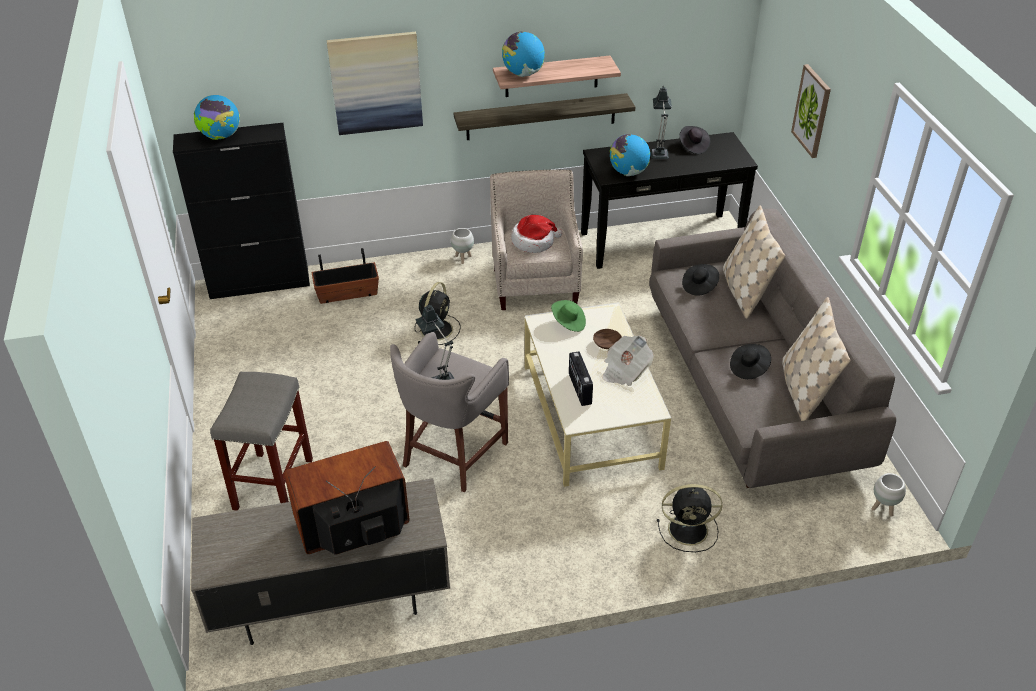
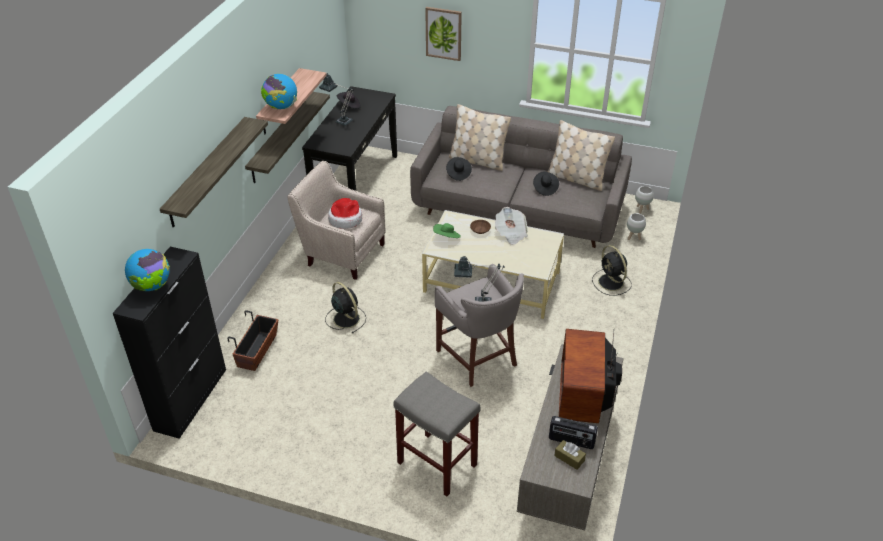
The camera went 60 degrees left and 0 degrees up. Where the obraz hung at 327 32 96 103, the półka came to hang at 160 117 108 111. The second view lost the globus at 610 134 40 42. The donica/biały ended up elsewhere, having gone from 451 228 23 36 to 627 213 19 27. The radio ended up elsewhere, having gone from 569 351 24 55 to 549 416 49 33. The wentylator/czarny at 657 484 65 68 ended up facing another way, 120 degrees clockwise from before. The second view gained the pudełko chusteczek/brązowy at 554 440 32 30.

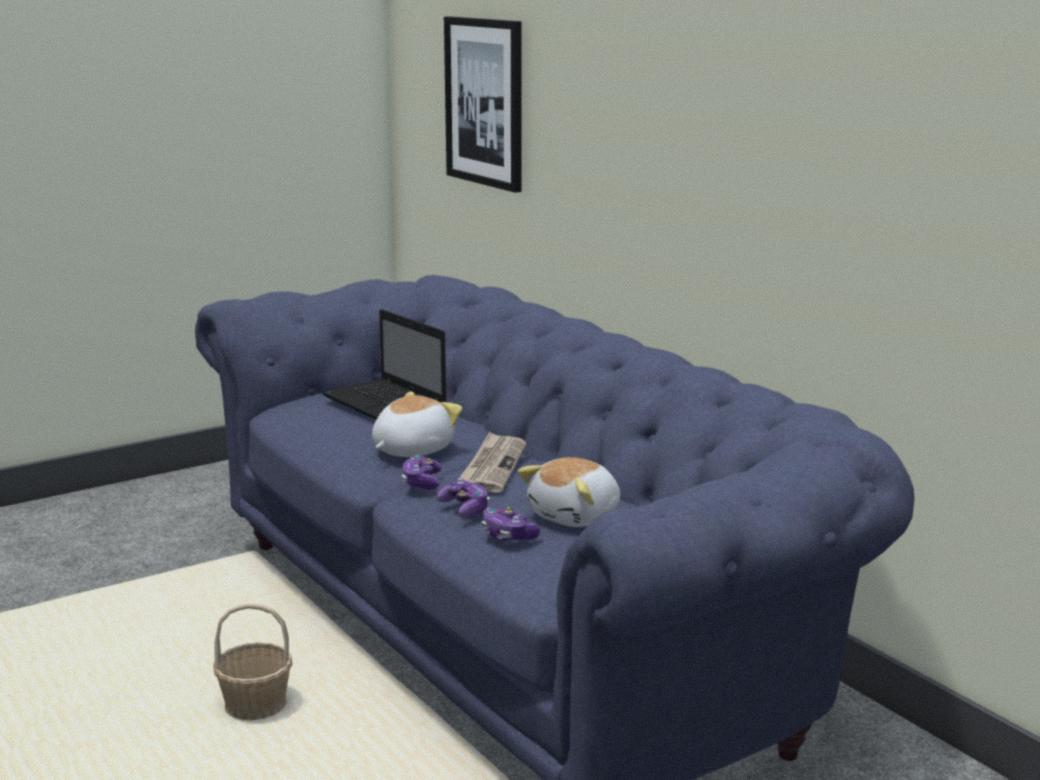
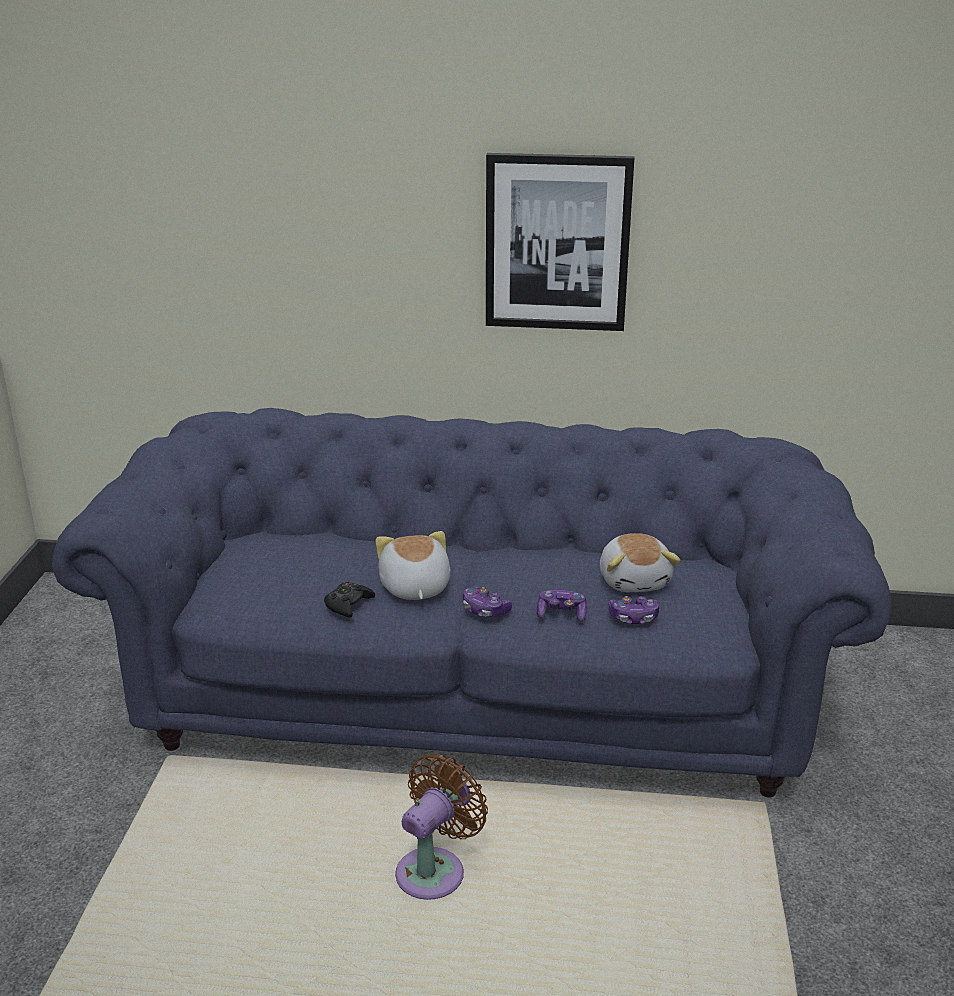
The camera went 50 degrees left and 10 degrees up. The obraz ended up elsewhere, having gone from 444 16 78 177 to 486 153 148 178. The second view lost the laptop at 322 309 124 111. The second view lost the gazeta at 459 432 68 61. Where the koszyk stood at 213 603 80 117, the wentylator/brązowy came to stand at 395 754 93 146. The second view gained the pad do gier/czarny at 324 582 51 35.

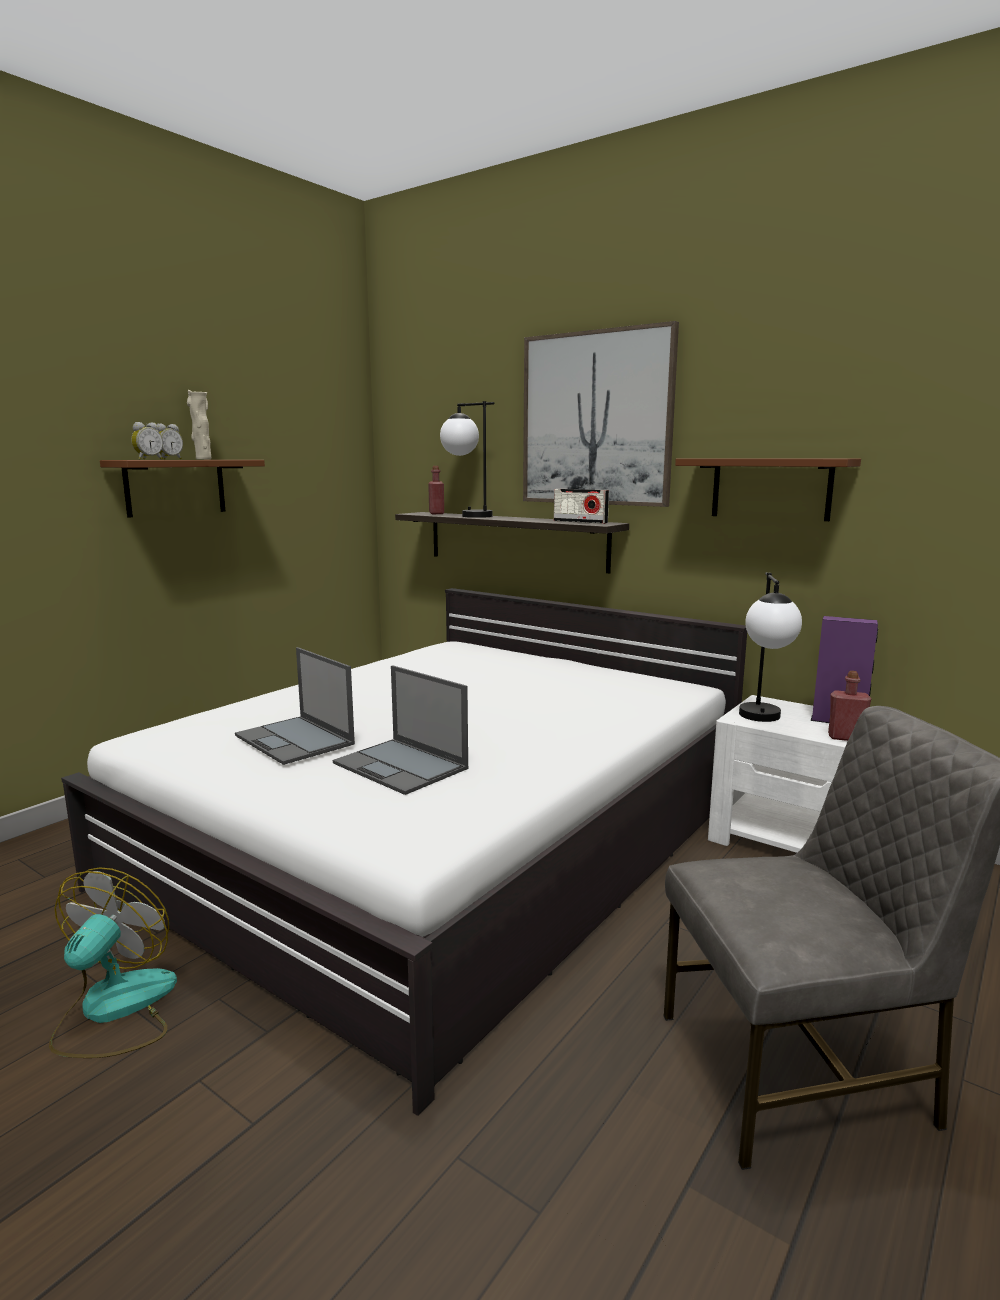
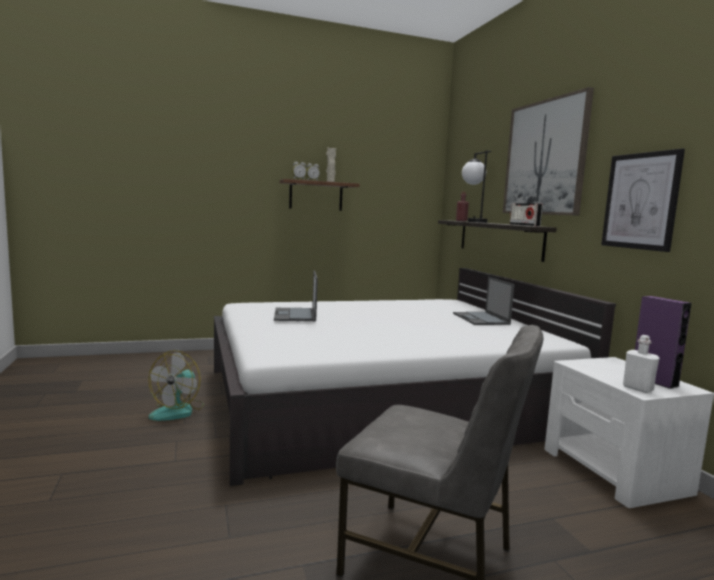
The camera went 35 degrees right and 5 degrees down. Where the półka/brązowy hung at 675 458 186 63, the obraz came to hang at 601 148 84 104. The second view lost the lampa stołowa at 739 572 63 150. The laptop ended up elsewhere, having gone from 333 665 135 130 to 453 277 61 48. What was the butelka/czerwony at 828 671 43 70 turned into the butelka/biały at 623 335 36 58. The wentylator at 49 867 128 191 ended up facing another way, 150 degrees clockwise from before.

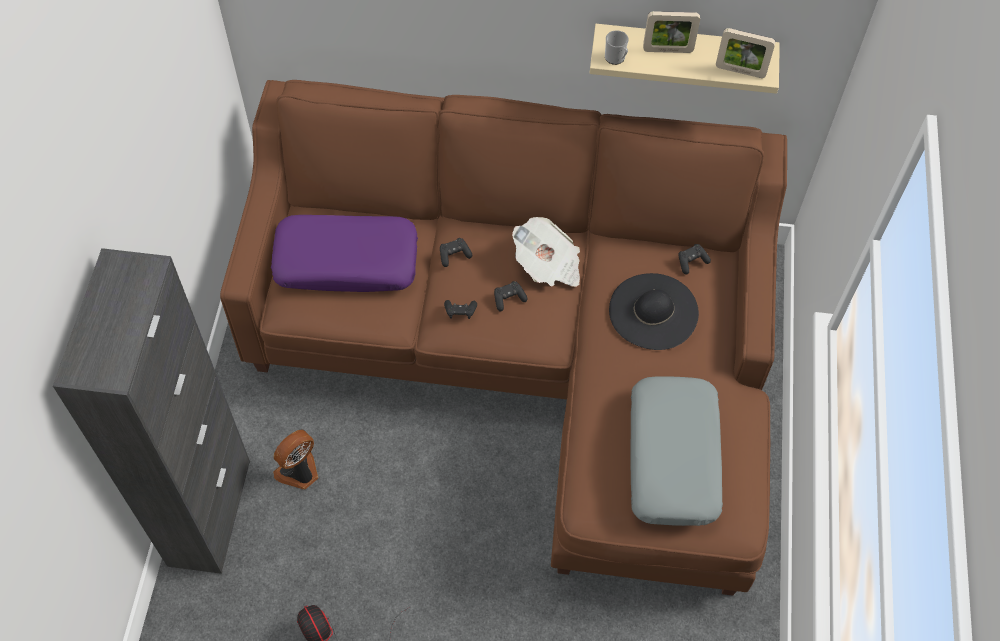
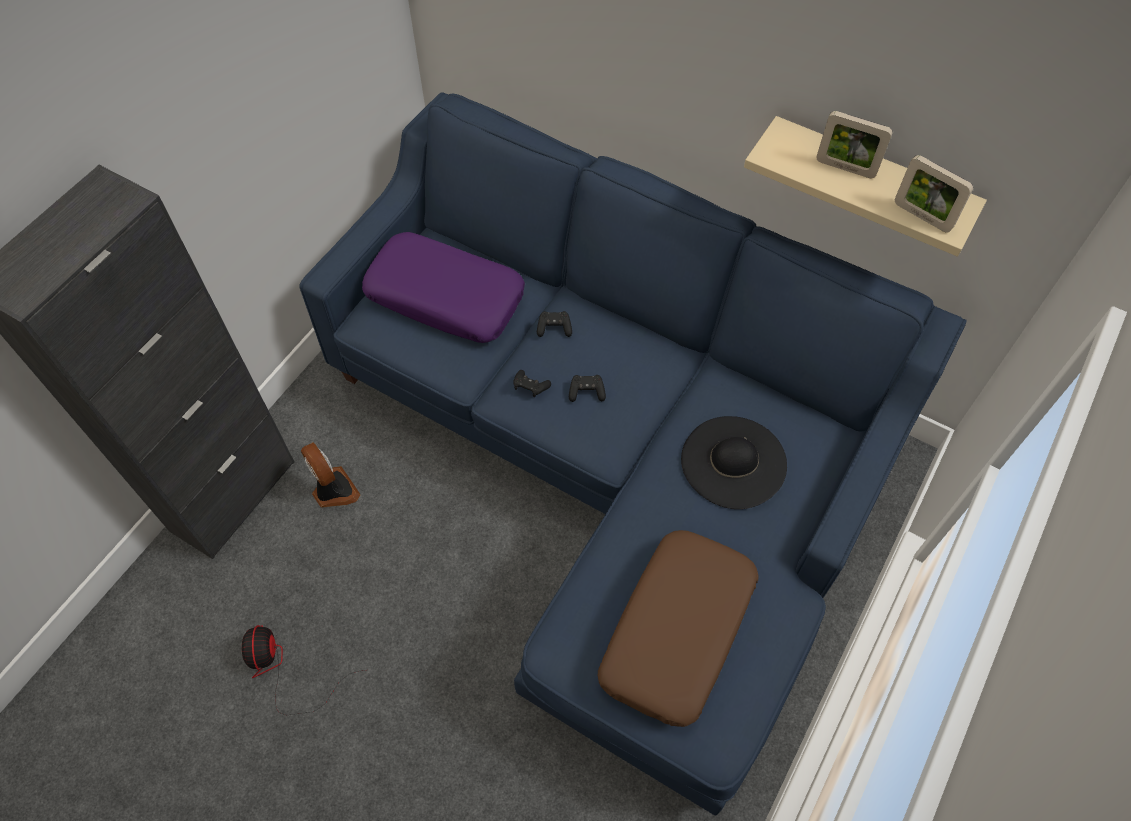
The camera went 25 degrees right and 0 degrees up. The second view lost the kubek at 605 30 24 35. What was the kanapa/brązowy at 220 80 567 516 turned into the kanapa/niebieski at 299 92 668 723. The second view lost the gazeta at 512 217 68 70. The second view lost the pad do gier/czarny at 678 244 33 31. What was the poduszka/szary at 631 377 92 149 turned into the poduszka/brązowy at 597 530 162 197. The wentylator at 273 430 45 60 ended up facing another way, 75 degrees clockwise from before.

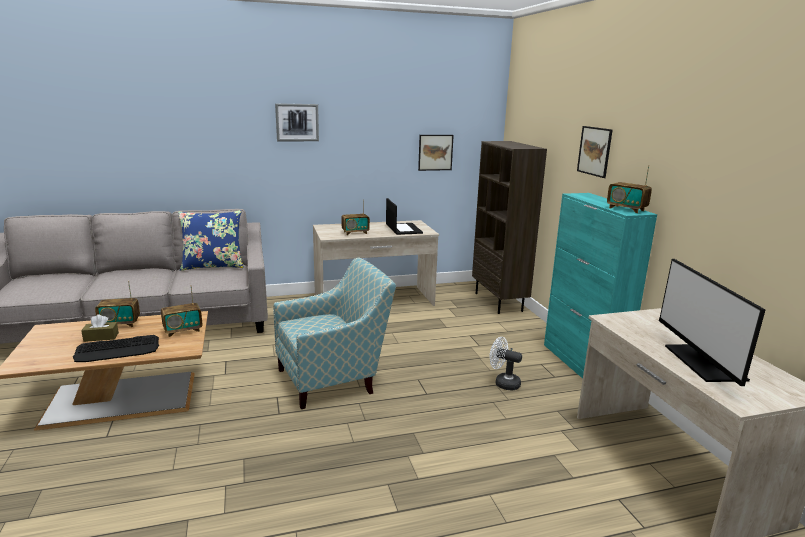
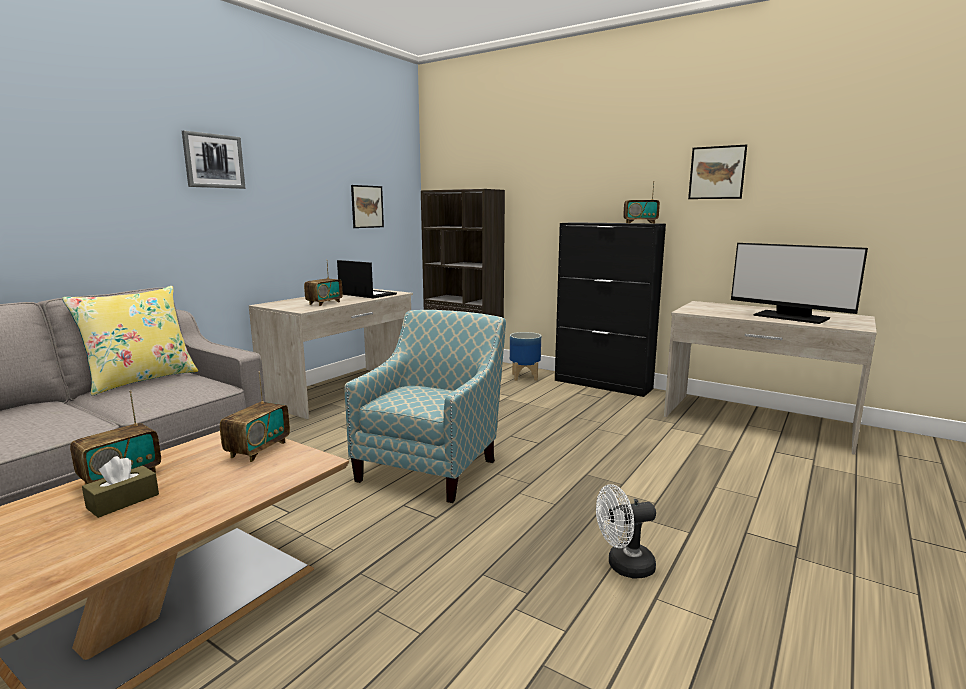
The camera went 40 degrees left and 5 degrees down. The obraz ended up elsewhere, having gone from 577 126 36 52 to 688 145 59 54. What was the szafka/turkusowy at 544 193 113 185 turned into the szafka/czarny at 555 222 111 175. What was the poduszka/niebieski at 178 210 66 61 turned into the poduszka/żółty at 62 286 136 110. The second view lost the klawiatura at 73 335 86 27. The wentylator/biały ended up elsewhere, having gone from 489 337 33 54 to 596 484 60 95. The second view gained the donica at 510 332 31 49.

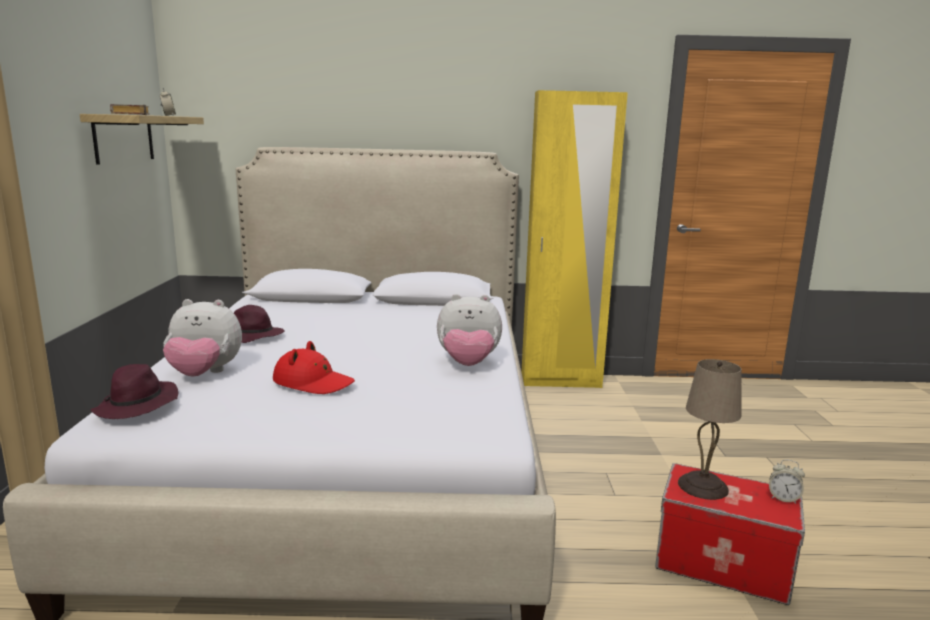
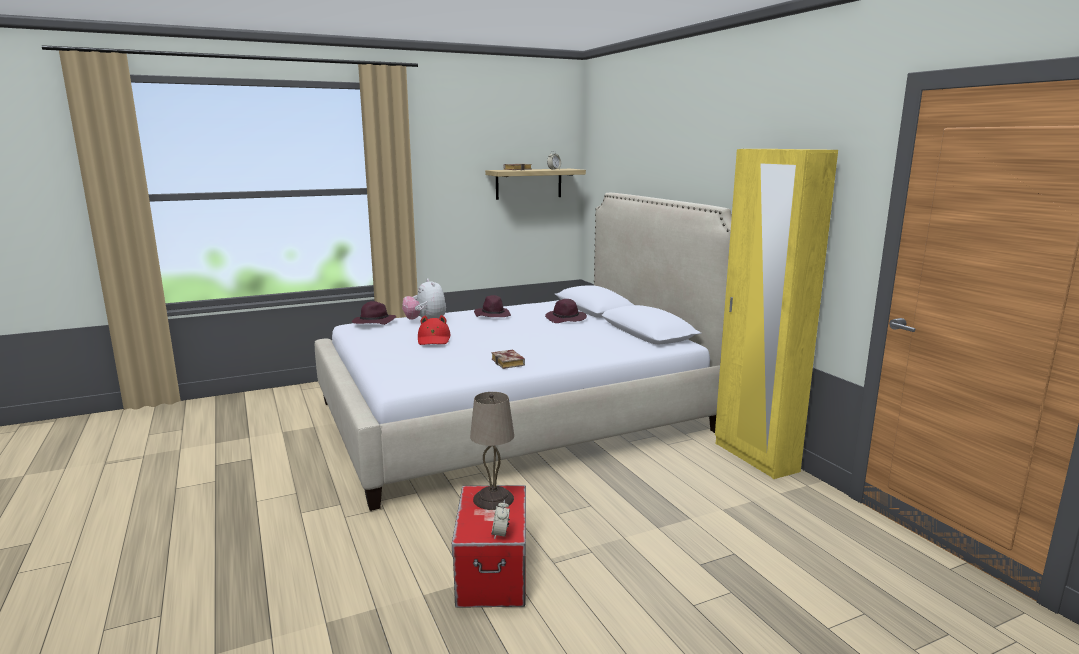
The camera went 65 degrees right and 0 degrees up. Where the pluszak stood at 437 294 65 72, the książka came to stand at 492 350 33 19. The second view gained the kapelusz/fioletowy at 545 299 42 24.

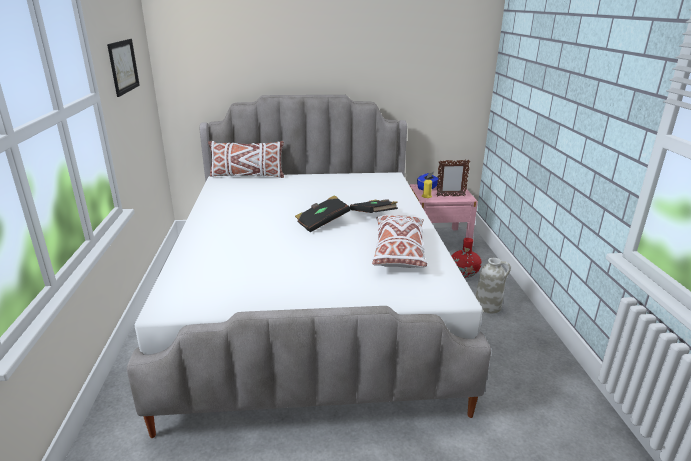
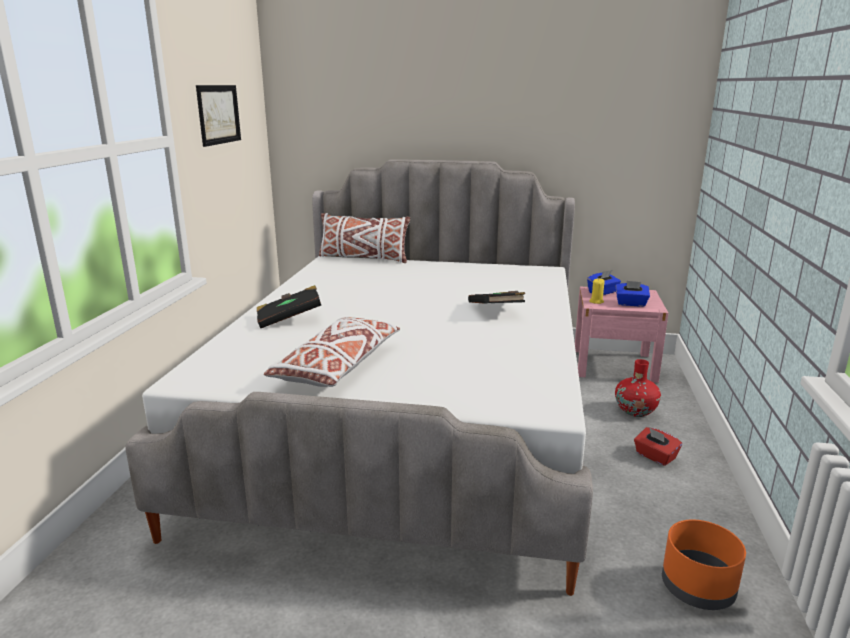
The camera went 15 degrees right and 5 degrees down. Where the ramka na zdjęcie stood at 436 160 34 36, the pudełko chusteczek/niebieski came to stand at 616 281 34 26. The książka/czarny ended up elsewhere, having gone from 295 195 55 37 to 257 285 64 43. The poduszka/biały ended up elsewhere, having gone from 372 215 56 53 to 264 317 136 70. Where the wazon/biały stood at 475 258 36 56, the pudełko chusteczek/czerwony came to stand at 634 427 48 39. The second view gained the donica/pomarańczowy at 662 520 84 90.

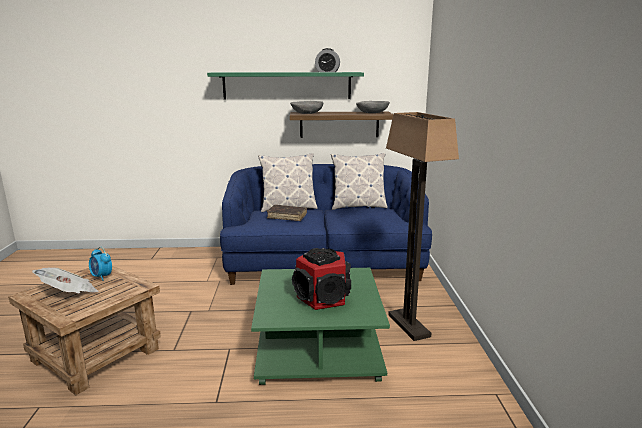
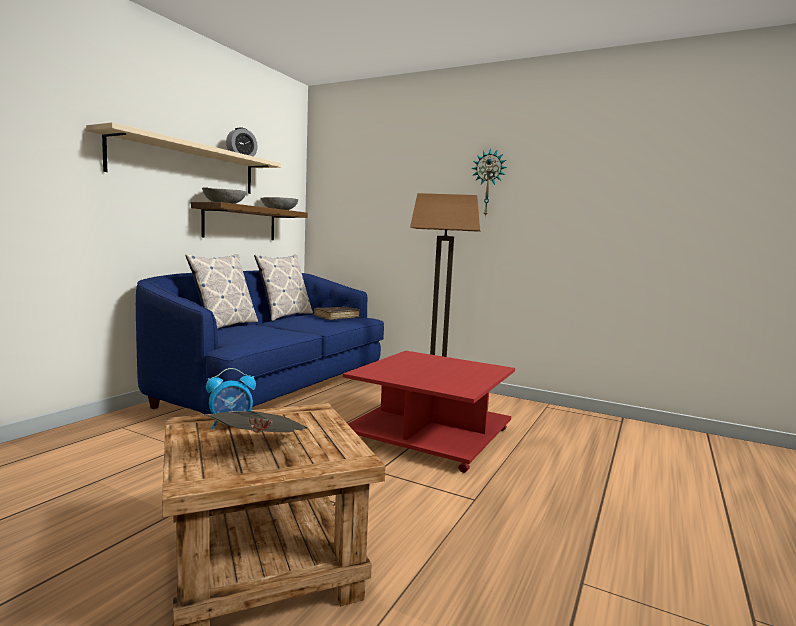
The camera went 60 degrees left and 10 degrees down. What was the półka/zielony at 207 72 157 28 turned into the półka/beżowy at 86 122 195 72. The książka/brązowy ended up elsewhere, having gone from 267 205 40 16 to 314 307 46 13. The second view lost the głośnik at 292 248 59 62. What was the ława/zielony at 251 268 139 117 turned into the ława/czerwony at 343 351 172 122. The second view gained the zegar ścienny at 471 148 36 69.

